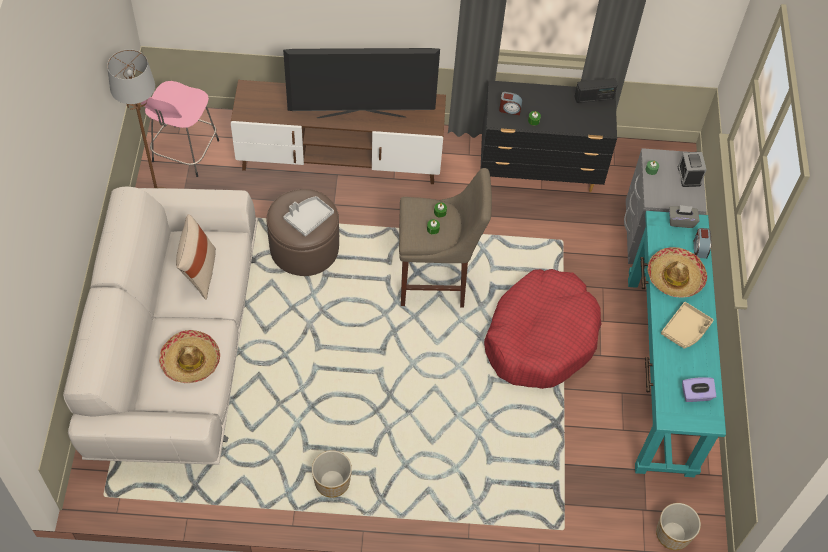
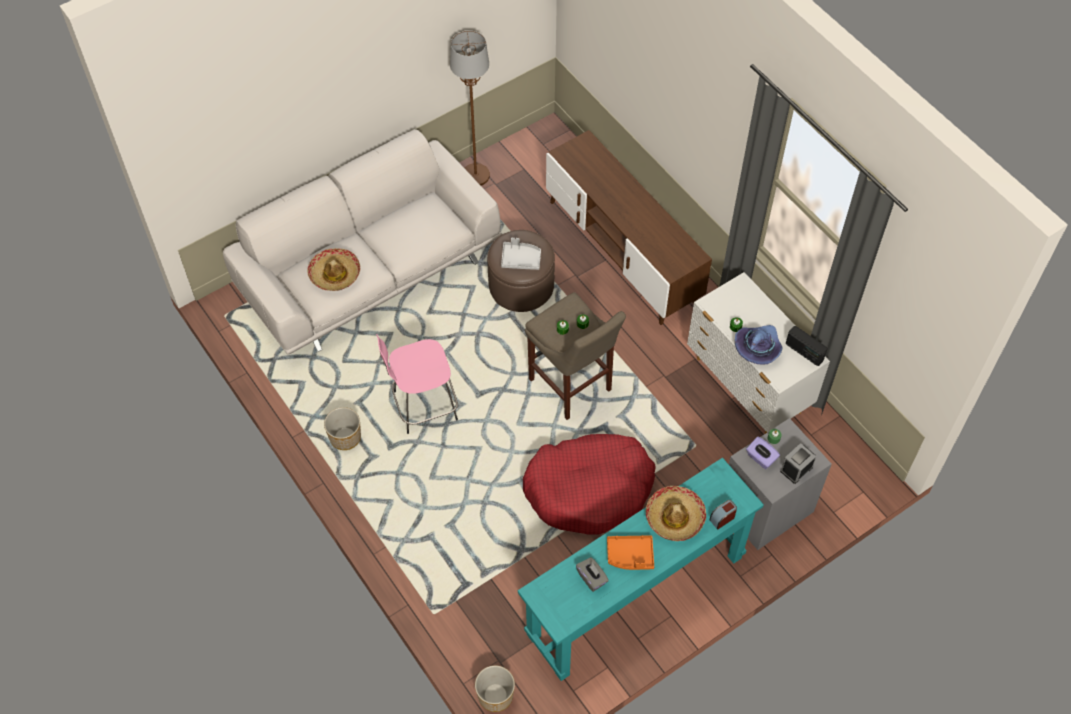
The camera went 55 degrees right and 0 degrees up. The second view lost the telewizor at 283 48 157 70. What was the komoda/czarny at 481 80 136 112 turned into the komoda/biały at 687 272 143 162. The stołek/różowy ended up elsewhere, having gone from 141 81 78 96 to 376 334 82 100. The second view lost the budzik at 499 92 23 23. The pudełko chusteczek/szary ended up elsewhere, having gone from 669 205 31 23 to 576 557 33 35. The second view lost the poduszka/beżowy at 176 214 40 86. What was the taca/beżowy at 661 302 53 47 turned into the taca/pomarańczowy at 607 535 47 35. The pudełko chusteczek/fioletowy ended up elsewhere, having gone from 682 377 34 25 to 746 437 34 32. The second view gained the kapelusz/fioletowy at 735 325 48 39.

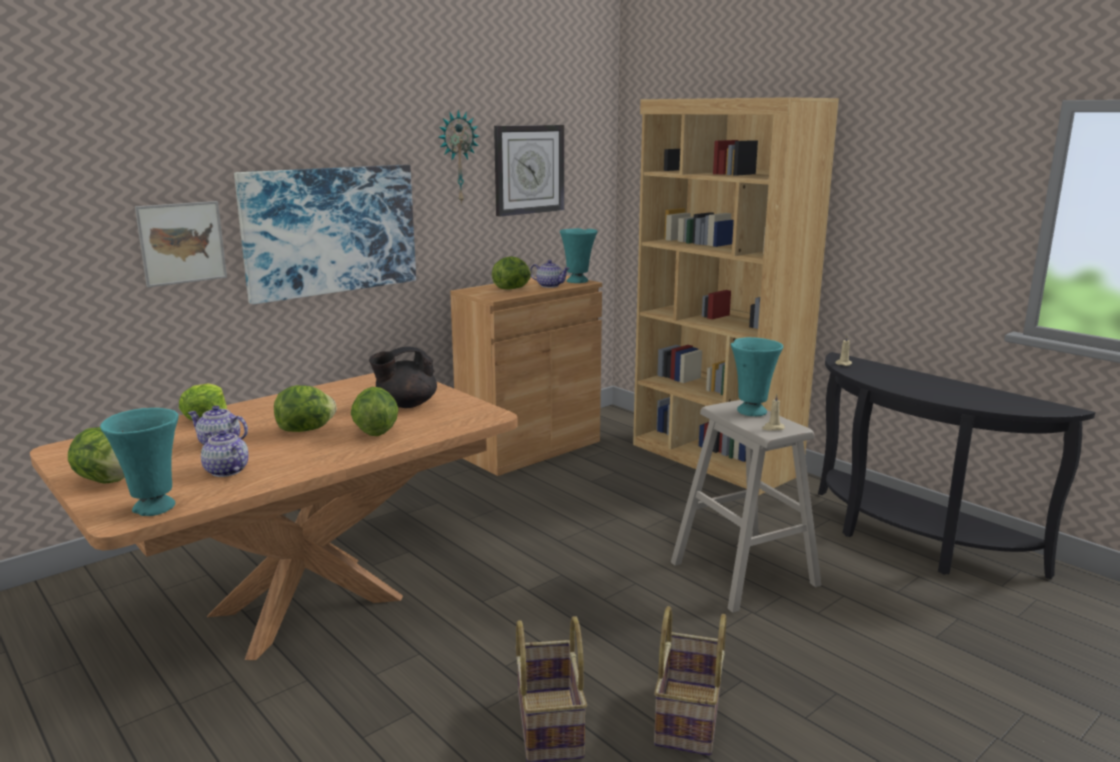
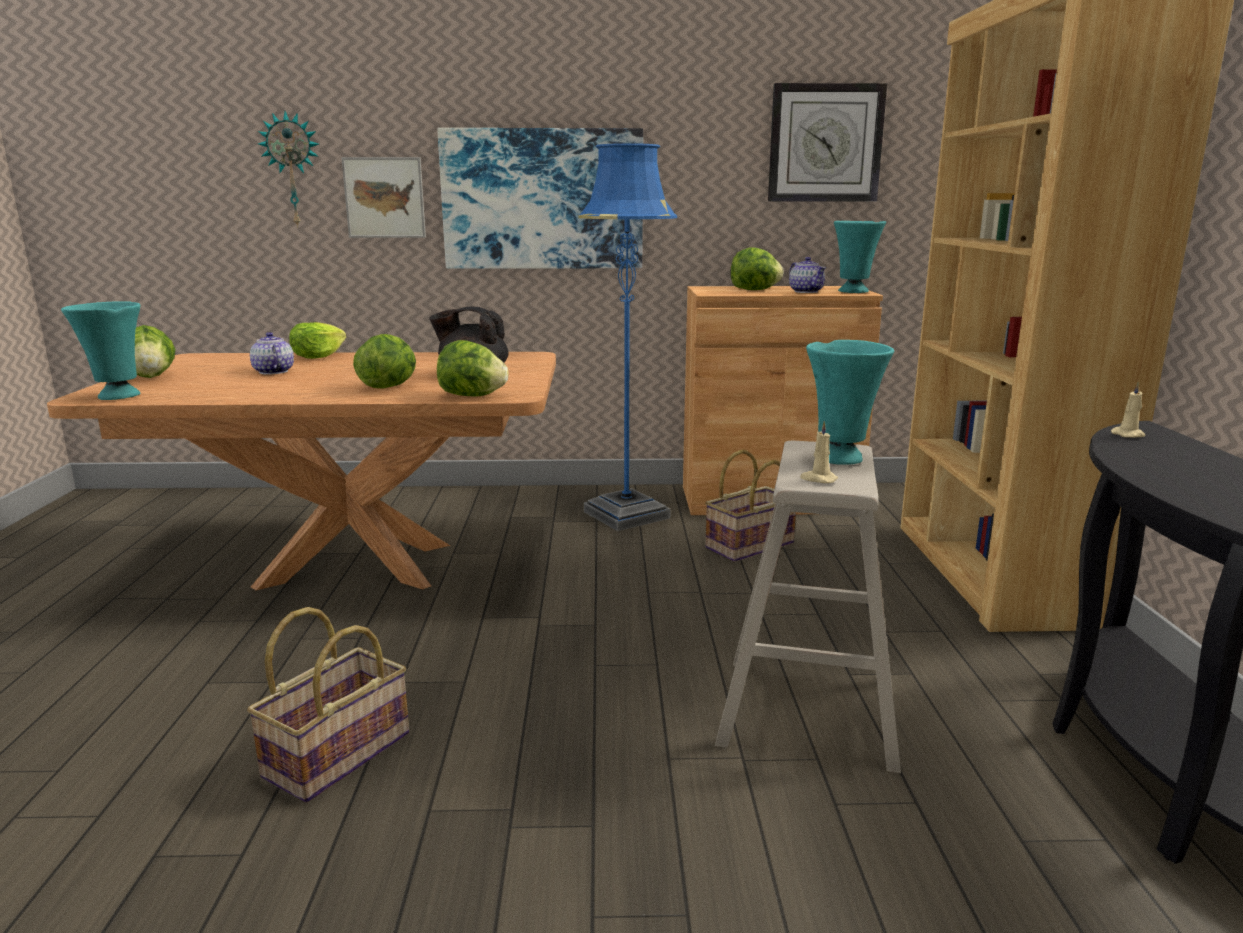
The camera went 40 degrees right and 0 degrees up. The zegar ścienny ended up elsewhere, having gone from 438 110 41 94 to 258 111 61 117. The sałata ended up elsewhere, having gone from 274 385 62 47 to 437 340 71 56. The second view lost the imbryk at 201 430 48 47. The koszyk ended up elsewhere, having gone from 654 606 72 150 to 705 449 91 113. The second view gained the lampa stojąca/niebieski at 578 143 99 388.

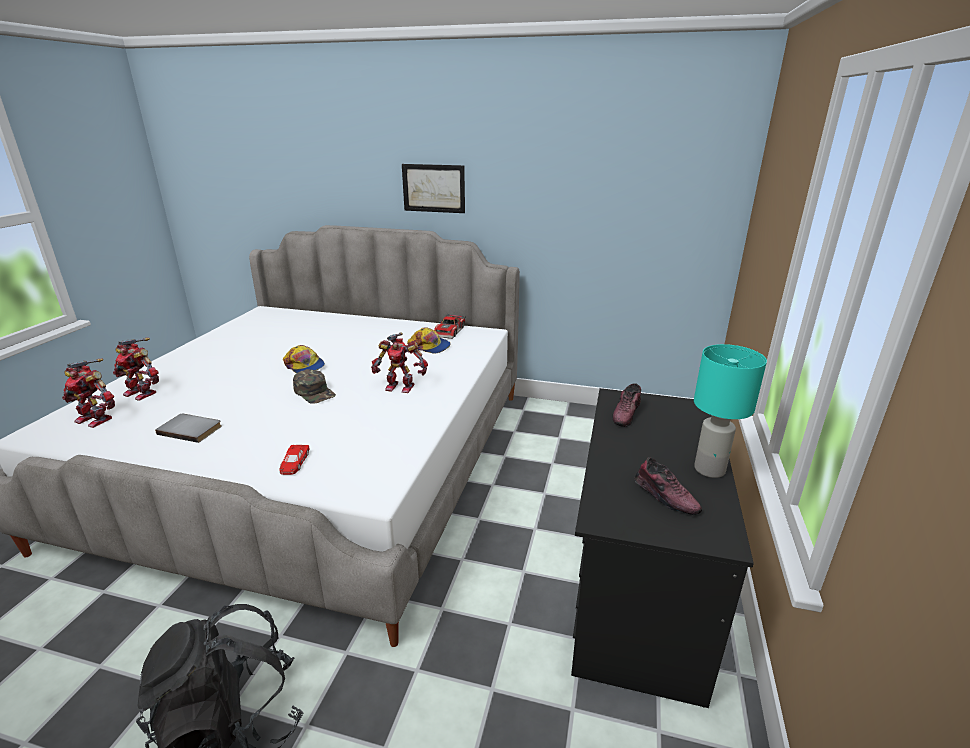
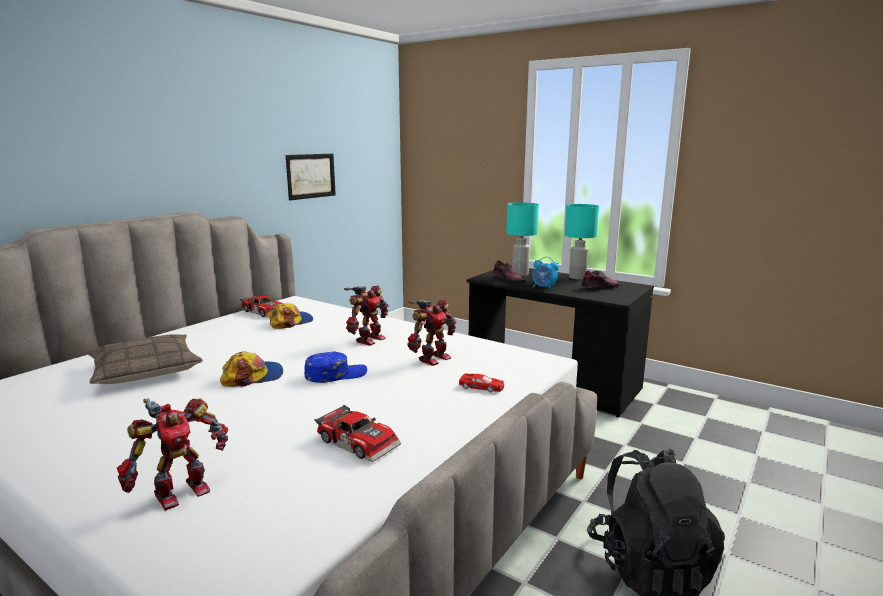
The camera went 70 degrees left and 10 degrees down. The obraz ended up elsewhere, having gone from 402 164 63 49 to 286 154 50 46. The robot zabawkowy ended up elsewhere, having gone from 62 359 53 69 to 408 300 49 66. What was the czapka z daszkiem/zielony at 293 369 43 35 turned into the czapka z daszkiem/niebieski at 304 352 63 31. Where the książka/szary stood at 155 414 67 29, the samochodzik came to stand at 314 405 87 57. The second view gained the lampa stołowa/turkusowy at 506 202 33 74. The second view gained the budzik at 533 257 26 33. The second view gained the poduszka at 87 334 116 50.

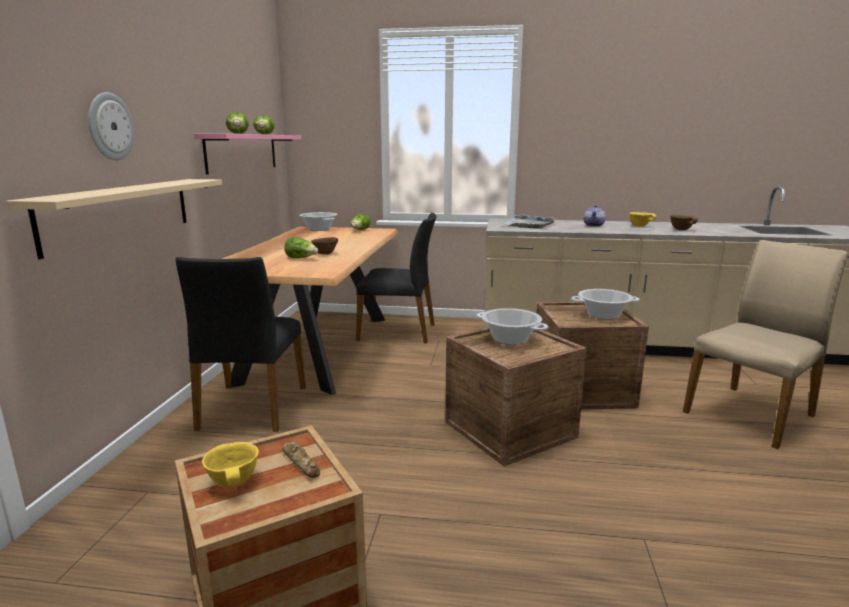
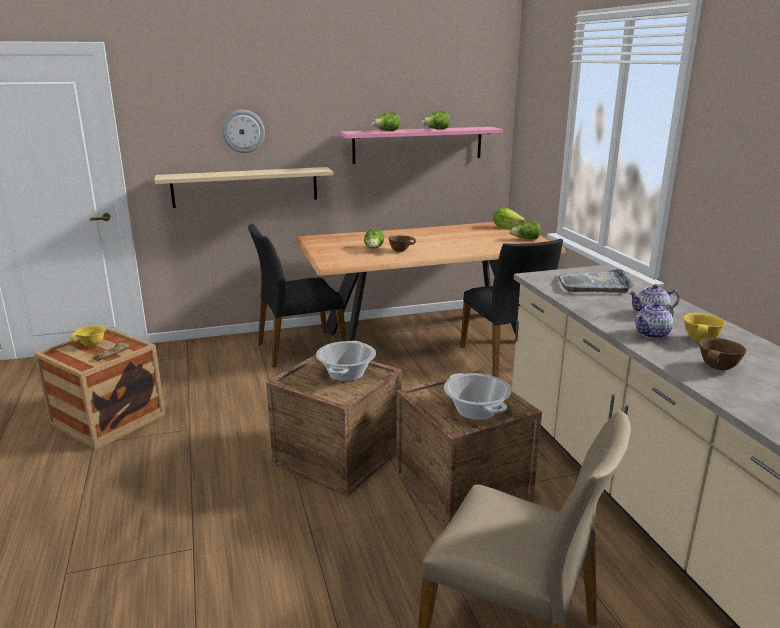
The camera went 65 degrees right and 5 degrees up. Where the garnek stood at 299 212 38 19, the sałata came to stand at 493 208 32 21. The second view gained the imbryk at 635 302 38 37.

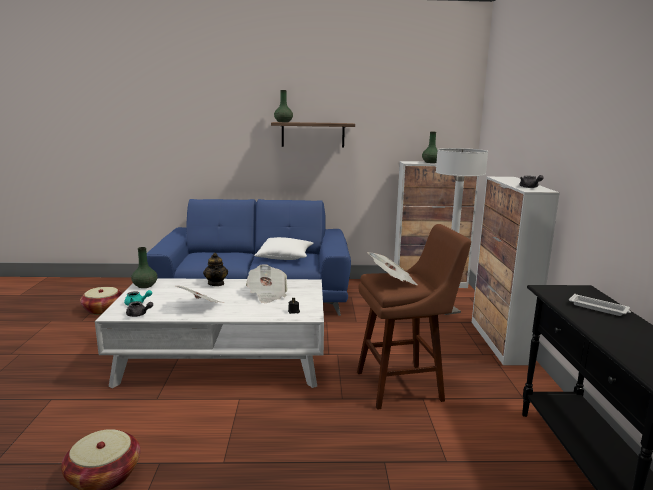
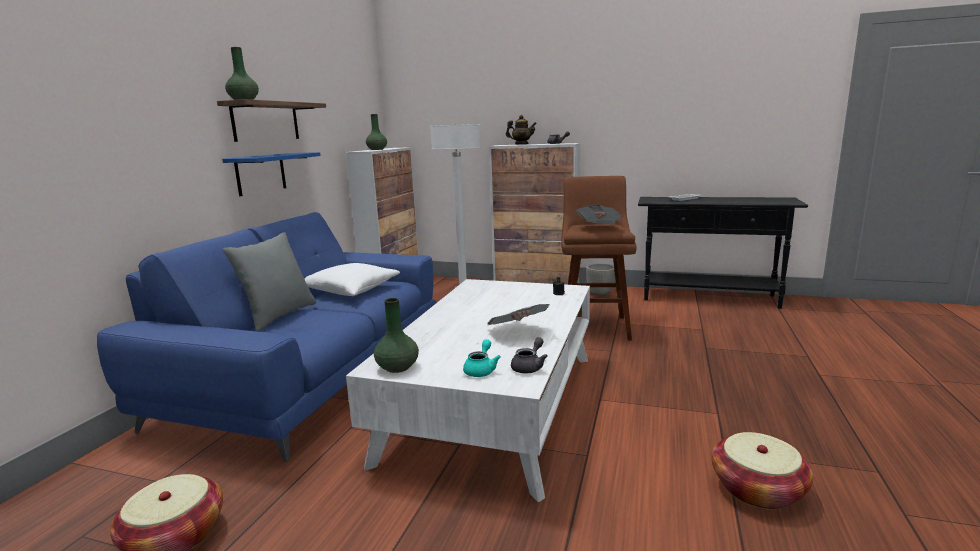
The camera went 70 degrees left and 0 degrees up. The imbryk ended up elsewhere, having gone from 203 253 25 33 to 506 115 31 29. The second view lost the gazeta at 246 264 41 39. The second view gained the półka/niebieski at 222 152 99 44. The second view gained the poduszka/szary at 223 232 93 100. The second view gained the donica at 586 263 29 33.

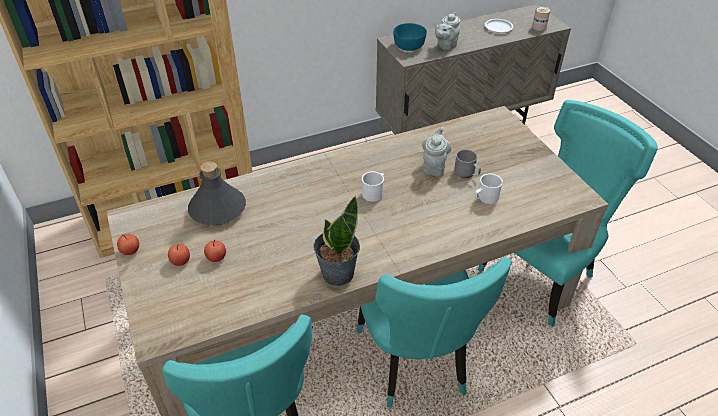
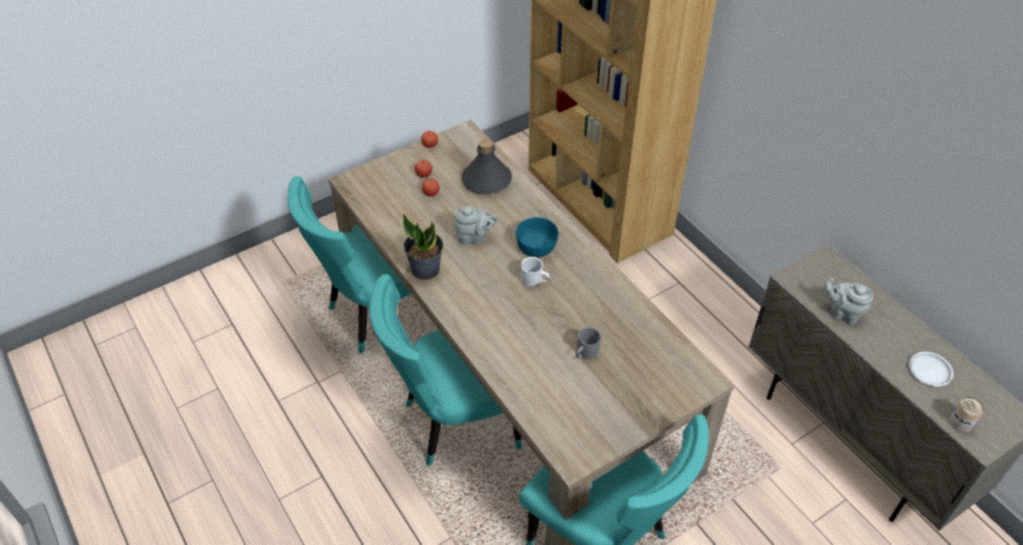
The camera went 80 degrees right and 5 degrees up. The miska/turkusowy ended up elsewhere, having gone from 393 23 34 28 to 516 217 42 40. The imbryk/szary ended up elsewhere, having gone from 422 127 29 50 to 454 206 45 38. The second view lost the kubek/biały at 474 173 29 31.

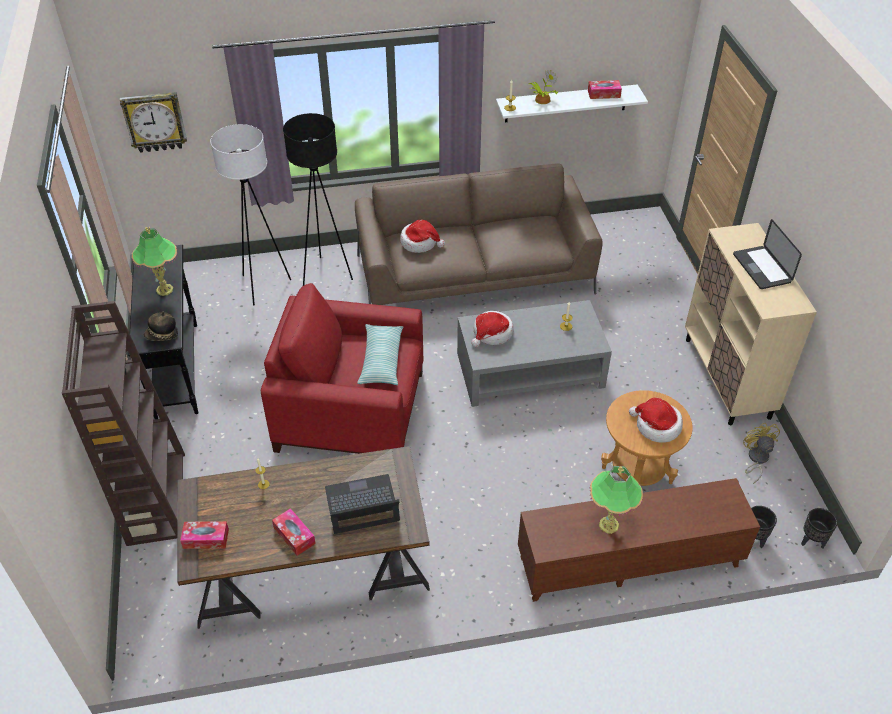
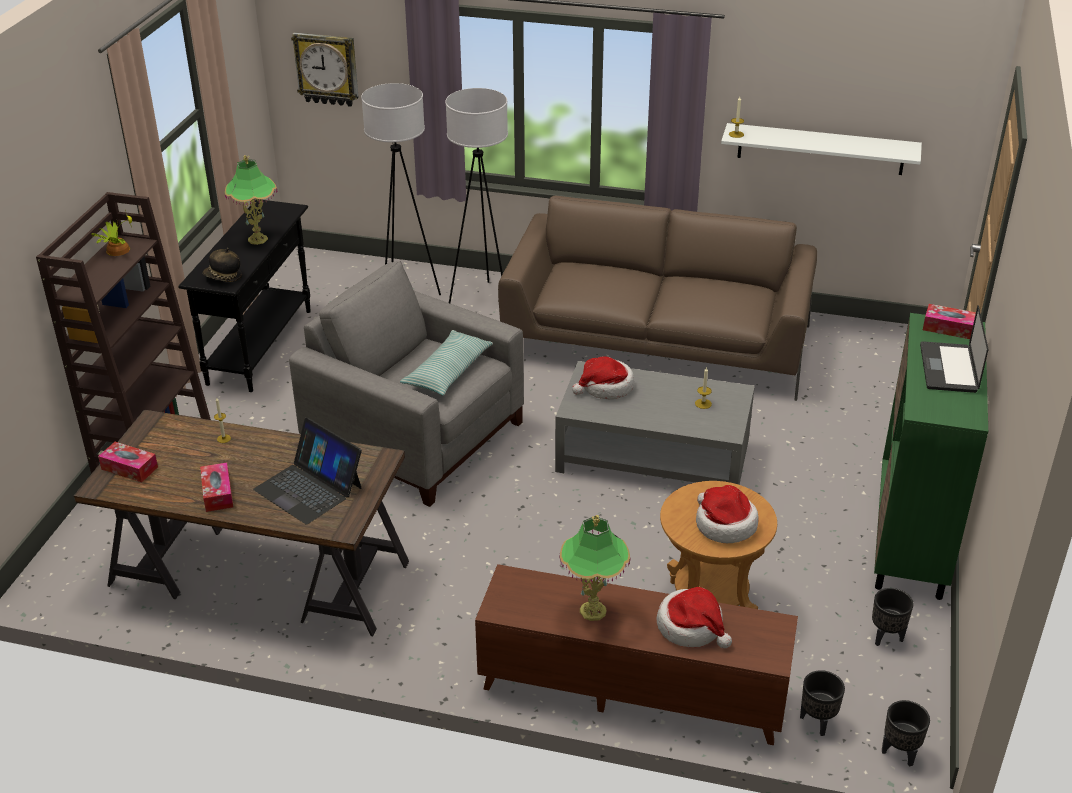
The camera went 25 degrees right and 10 degrees down. The roślina doniczkowa ended up elsewhere, having gone from 529 70 29 34 to 91 211 42 45. The pudełko chusteczek ended up elsewhere, having gone from 588 80 34 19 to 923 304 53 35. What was the lampa stojąca/czarny at 283 113 70 173 turned into the lampa stojąca/biały at 445 88 63 215. The kapelusz ended up elsewhere, having gone from 400 220 45 33 to 657 587 75 62. What was the szafka/beżowy at 685 223 132 202 turned into the szafka/zielony at 874 313 114 287. What was the fotel/czerwony at 261 283 162 171 turned into the fotel/szary at 289 261 235 246. Where the wentylator/żółty stood at 743 423 37 61, the donica/czarny came to stand at 872 588 42 58. The laptop at 325 474 75 60 ended up facing another way, 150 degrees counterclockwise from before.

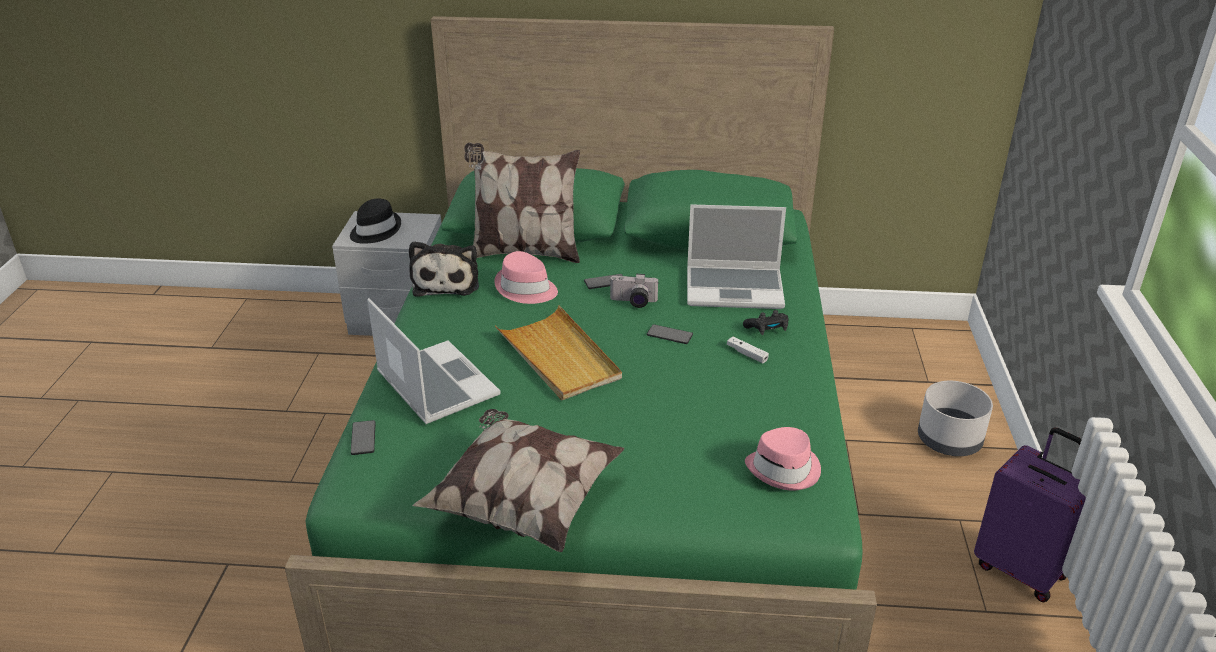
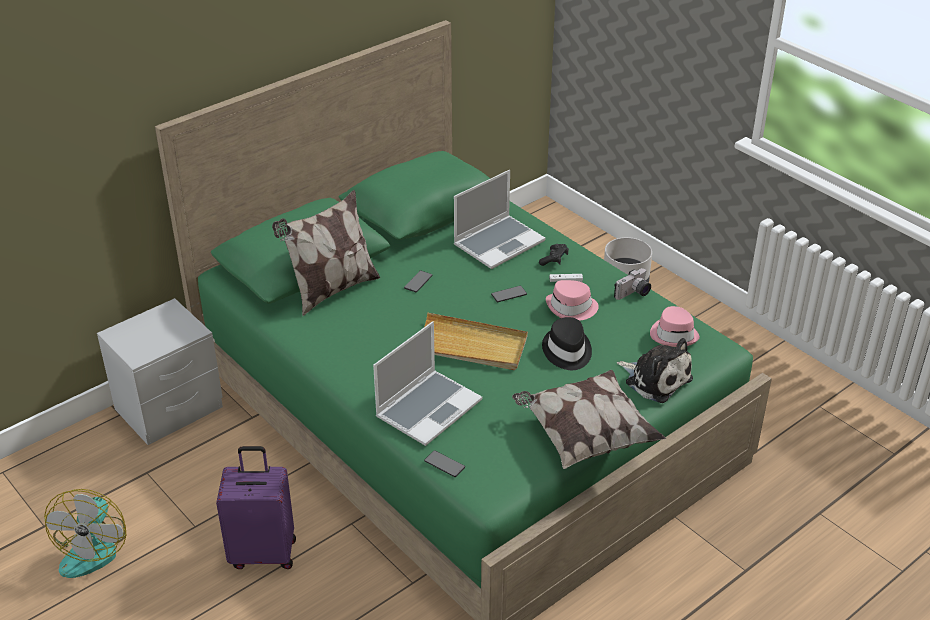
The camera went 45 degrees left and 5 degrees up. The kapelusz/czarny ended up elsewhere, having gone from 350 199 51 45 to 542 317 50 53. The pluszak ended up elsewhere, having gone from 409 241 70 55 to 617 338 76 65. The kapelusz/różowy ended up elsewhere, having gone from 494 251 64 53 to 546 280 53 41. The aparat fotograficzny ended up elsewhere, having gone from 609 274 50 34 to 614 268 37 32. The laptop at 367 298 134 126 ended up facing another way, 120 degrees clockwise from before. The walizka/fioletowy ended up elsewhere, having gone from 974 427 112 175 to 216 446 80 123. The second view gained the wentylator at 44 489 82 89.

